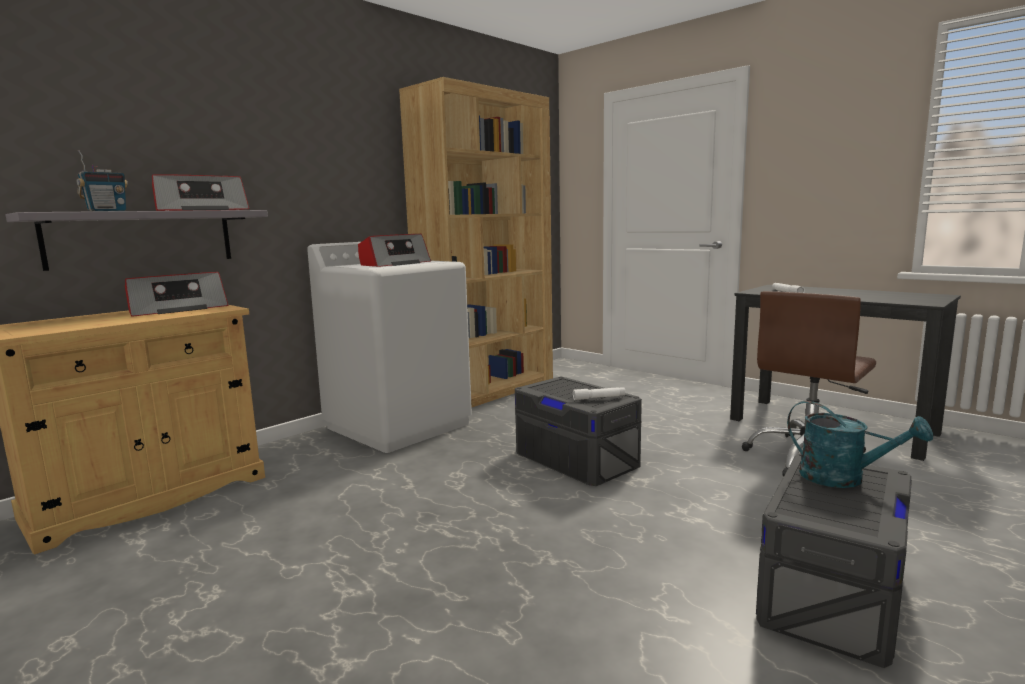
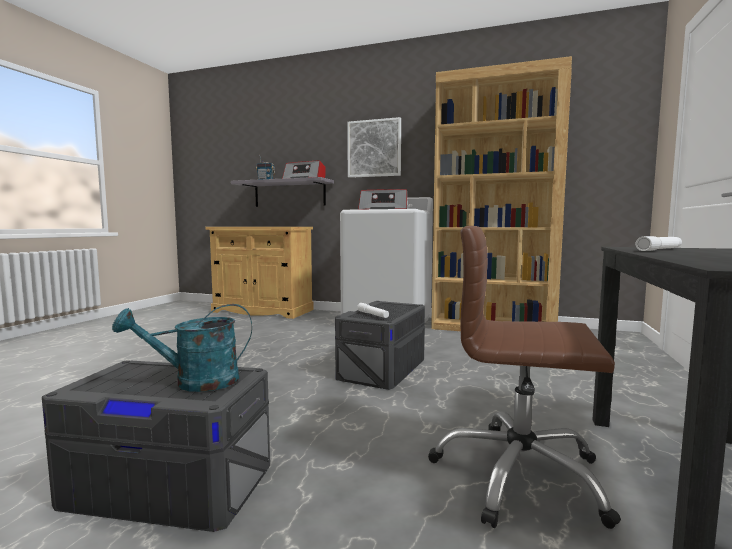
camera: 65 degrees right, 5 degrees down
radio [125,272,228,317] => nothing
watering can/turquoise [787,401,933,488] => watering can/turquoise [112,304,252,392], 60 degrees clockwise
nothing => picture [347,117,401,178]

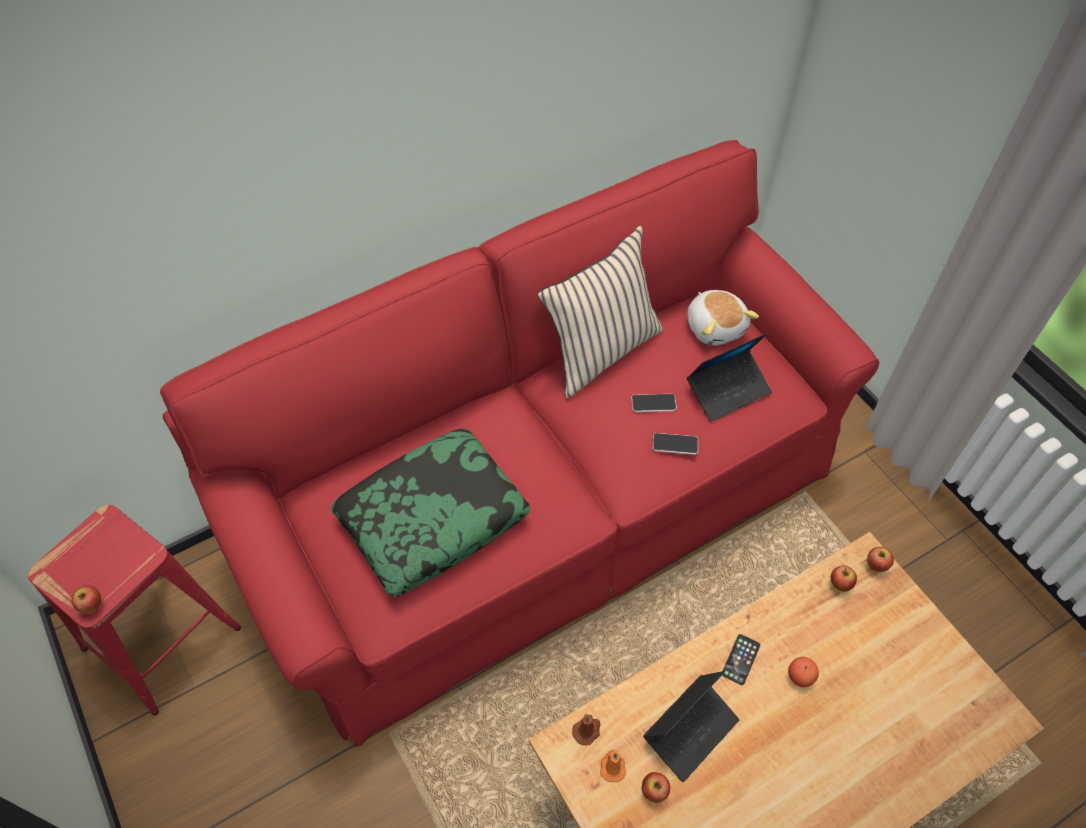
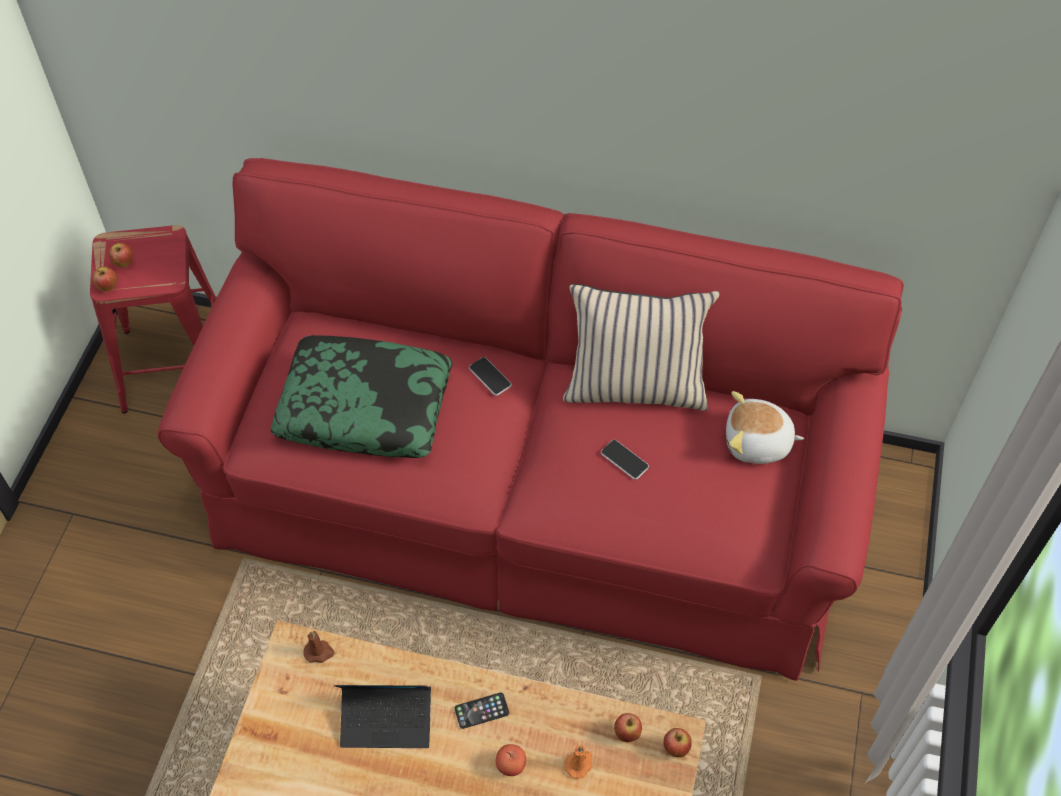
camera: 45 degrees right, 0 degrees up
plush toy [687,290,759,345] => plush toy [726,391,804,464], 75 degrees clockwise
laptop [687,333,772,422] => nothing
phone [653,433,698,455] => phone [469,357,511,396], moved
candle/orange [600,750,626,782] => candle/orange [564,745,593,779], moved
apple [642,772,670,803] => apple [109,243,133,268], moved

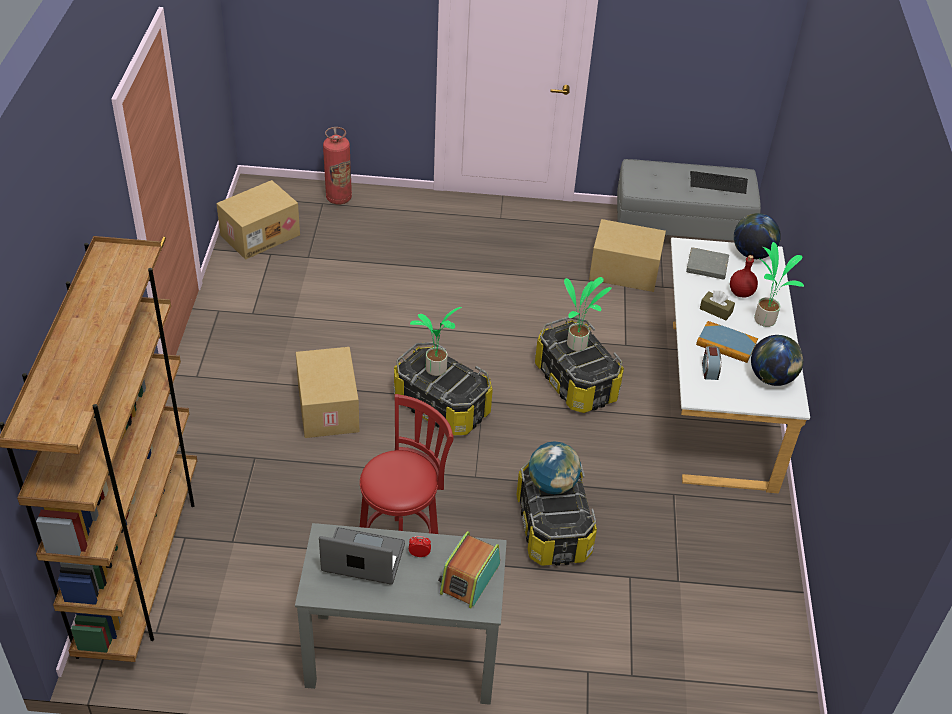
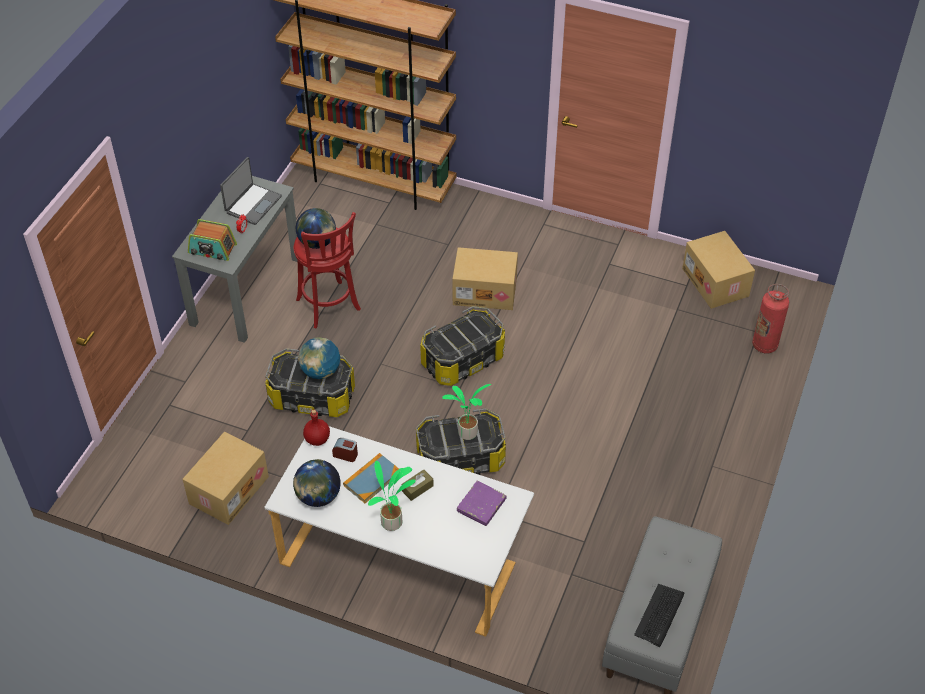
camera: 110 degrees right, 5 degrees up
globe [734,213,781,259] => globe [296,208,336,249], moved
cardboard box [589,219,666,292] => cardboard box [182,432,269,525], moved
book/grey [686,247,729,279] => book/purple [457,481,506,526]
bottle/red [730,255,758,298] => bottle/red [303,410,330,446], moved
potted plant [410,307,462,376] => nothing
radio [438,531,500,608] => radio [188,219,237,261], 150 degrees clockwise

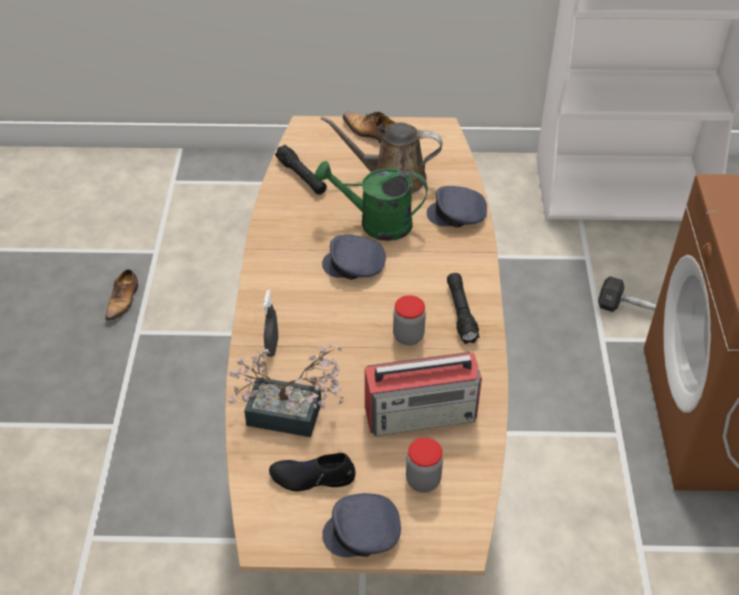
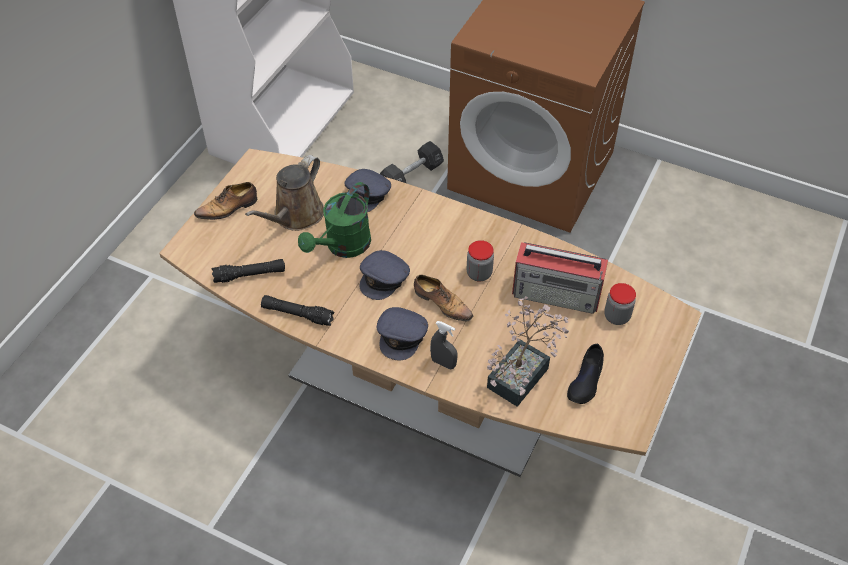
camera: 65 degrees left, 5 degrees up
shoe [105,269,138,321] => shoe [414,275,473,321], moved
flashlight/black [447,273,479,344] => flashlight/black [261,295,334,326], moved
radio [365,352,482,436] => radio [512,242,608,314], 90 degrees clockwise
cap/grey [322,493,401,557] => cap/grey [376,307,428,361], moved

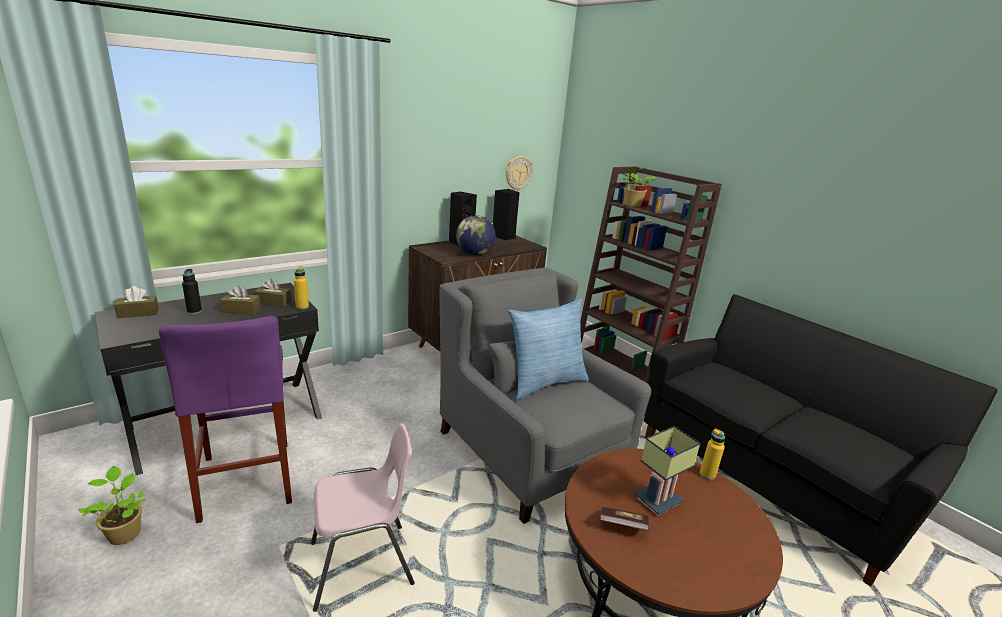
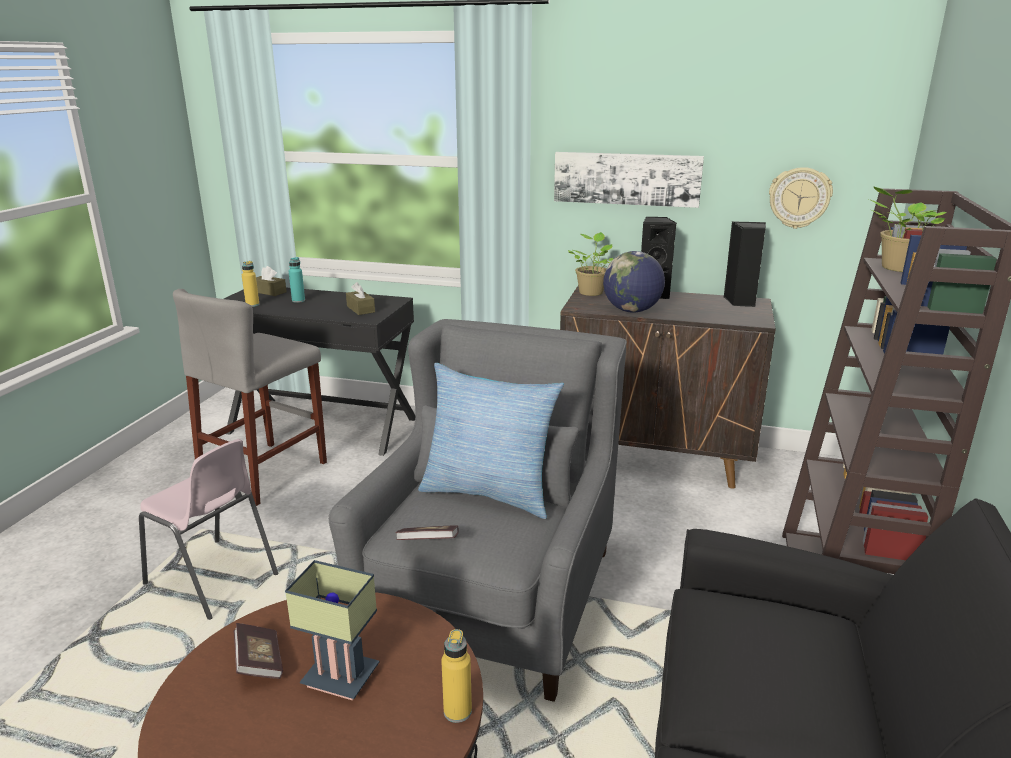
camera: 55 degrees right, 0 degrees up
bottle/yellow [294,267,309,310] => bottle/yellow [242,261,260,307], moved
bottle/black [182,269,202,314] => bottle/turquoise [289,257,305,303]
tissue box/brown [220,286,261,314] => nothing
stool/purple [159,316,292,523] => stool/grey [173,289,327,506]
potted plant [78,466,146,545] => potted plant [568,232,613,296], moved
nothing => picture [554,152,704,208]
nothing => book [395,526,459,540]

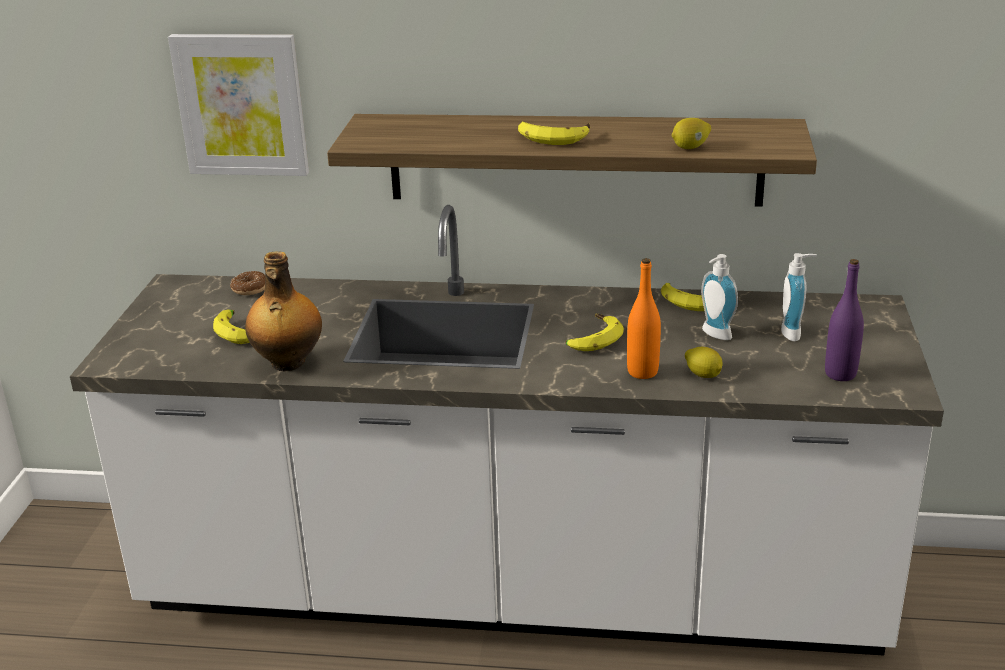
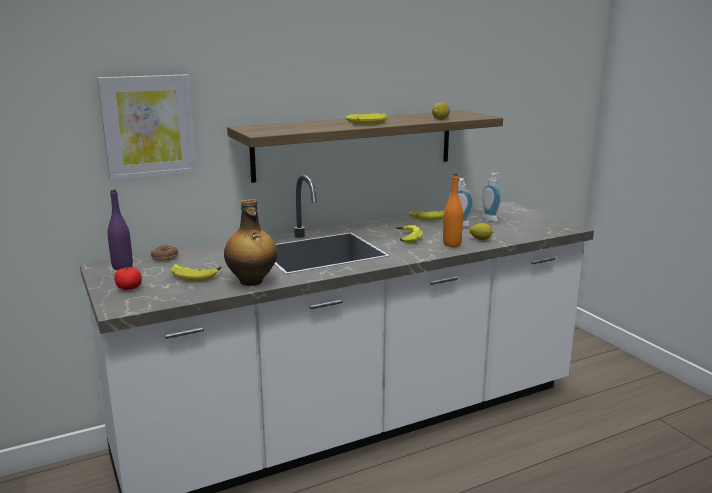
camera: 35 degrees left, 10 degrees down
bottle/purple [825,259,864,381] => bottle/purple [108,189,133,270], moved
nothing => tomato [114,267,142,290]

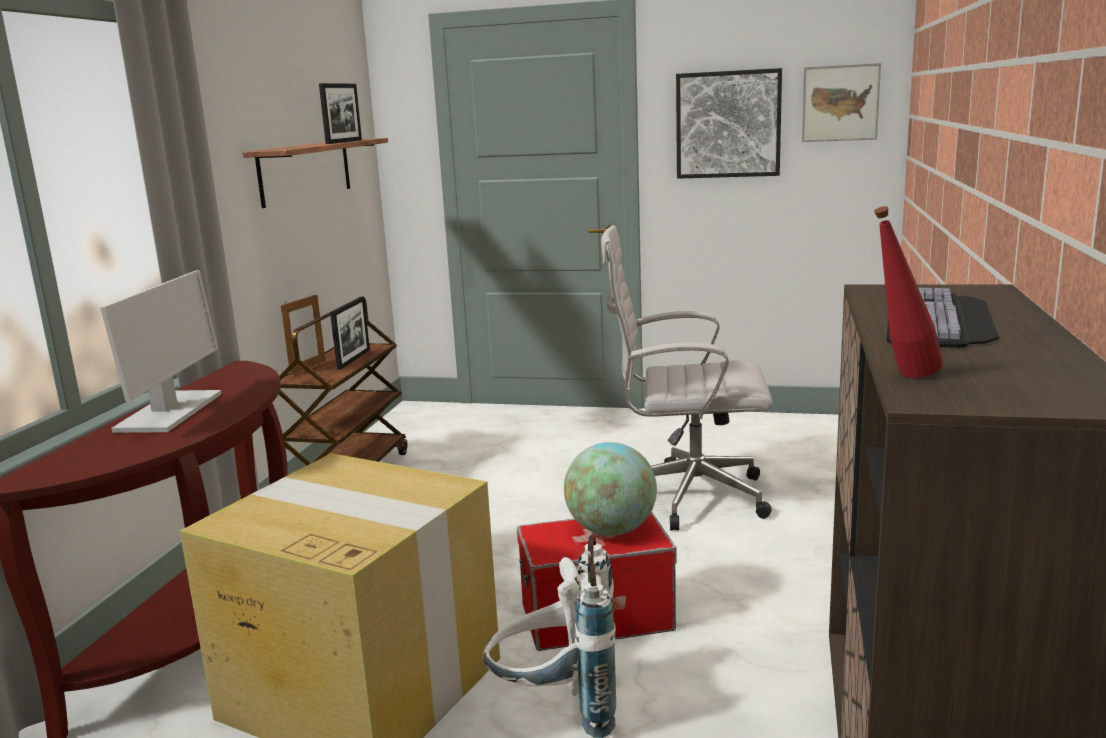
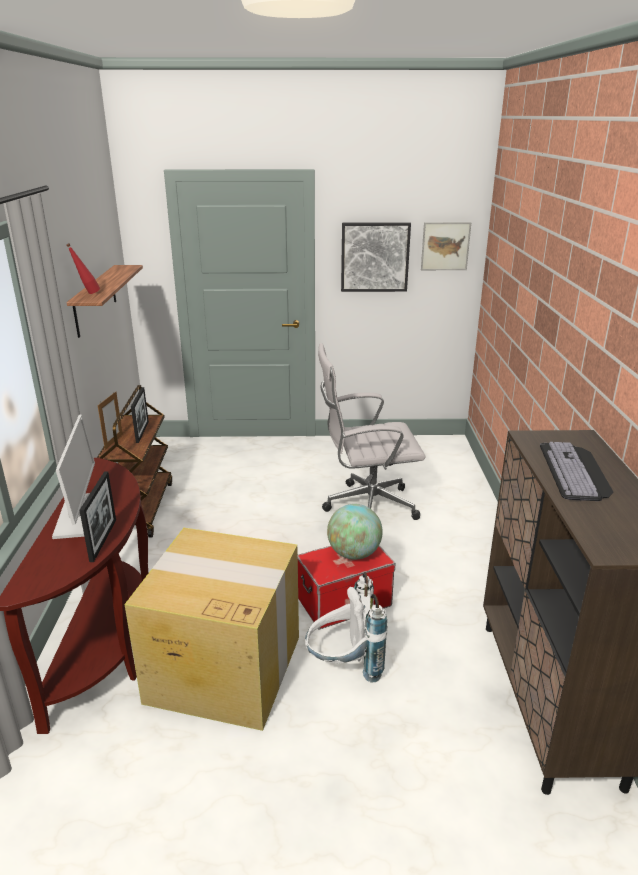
camera: 15 degrees left, 10 degrees up
picture frame [319,83,362,144] => picture frame [79,472,116,562], moved
bottle/red [874,206,943,378] => bottle/red [66,243,100,294], moved

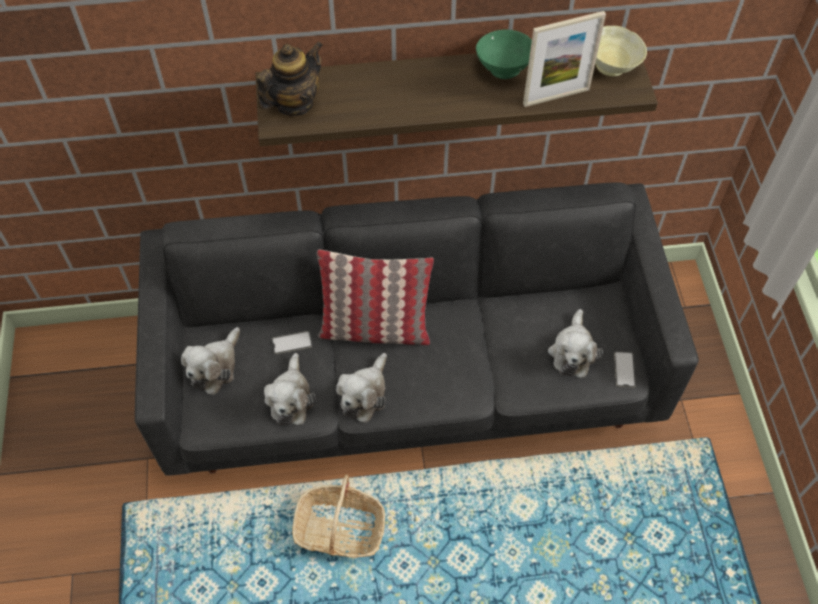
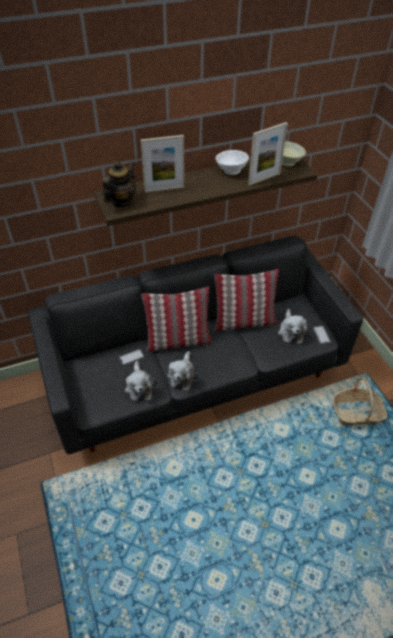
camera: 15 degrees left, 10 degrees down
bowl/green [476,30,532,79] => bowl/white [216,150,249,175]
plush toy [181,327,240,395] => nothing
basket [292,474,385,558] => basket [332,377,387,425], moved
nothing => picture frame [141,135,184,193]
nothing => pillow [214,269,279,331]

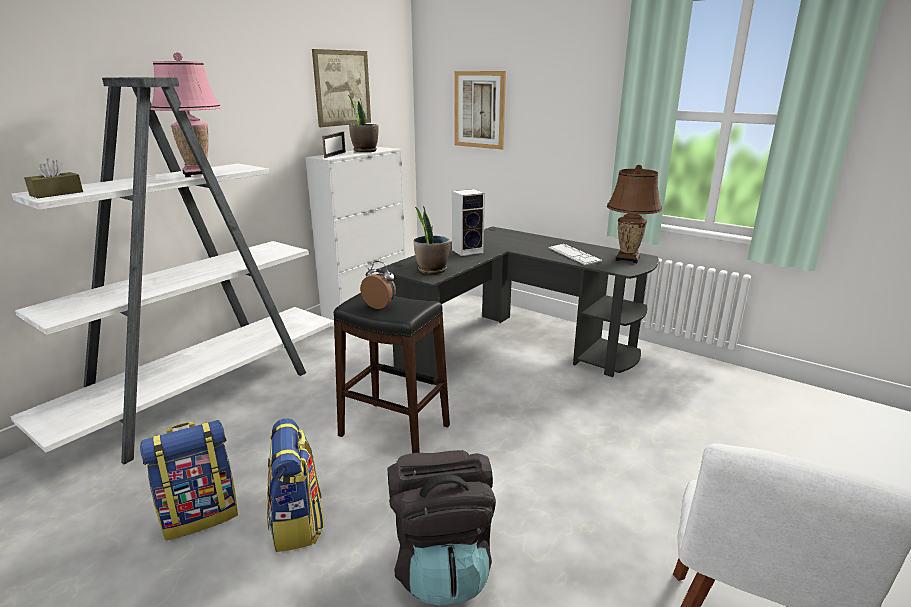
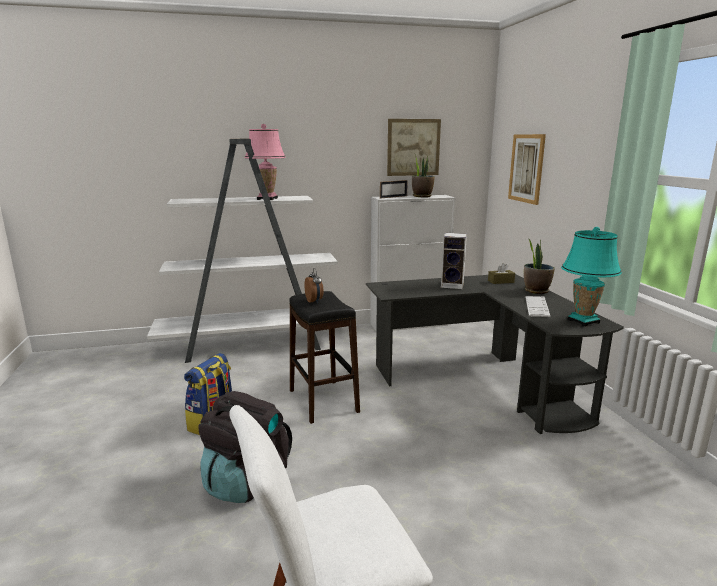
camera: 40 degrees right, 5 degrees down
tissue box/brown [24,158,83,198] => tissue box/brown [488,263,515,284], moved
table lamp/brown [607,164,662,263] => table lamp/turquoise [561,227,622,327]
potted plant [414,206,450,274] => potted plant [524,238,555,294], moved
backpack [140,420,238,540] => nothing

